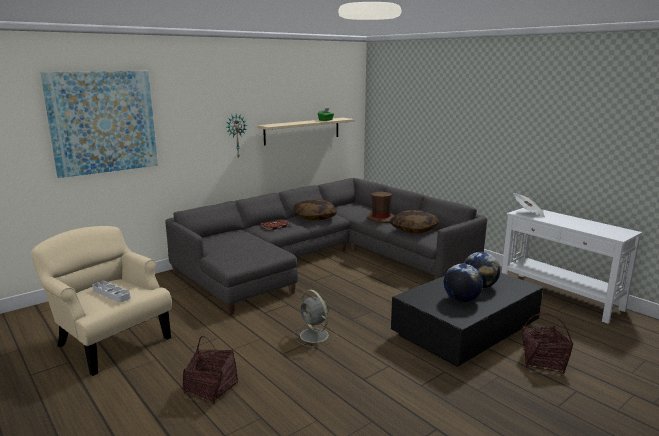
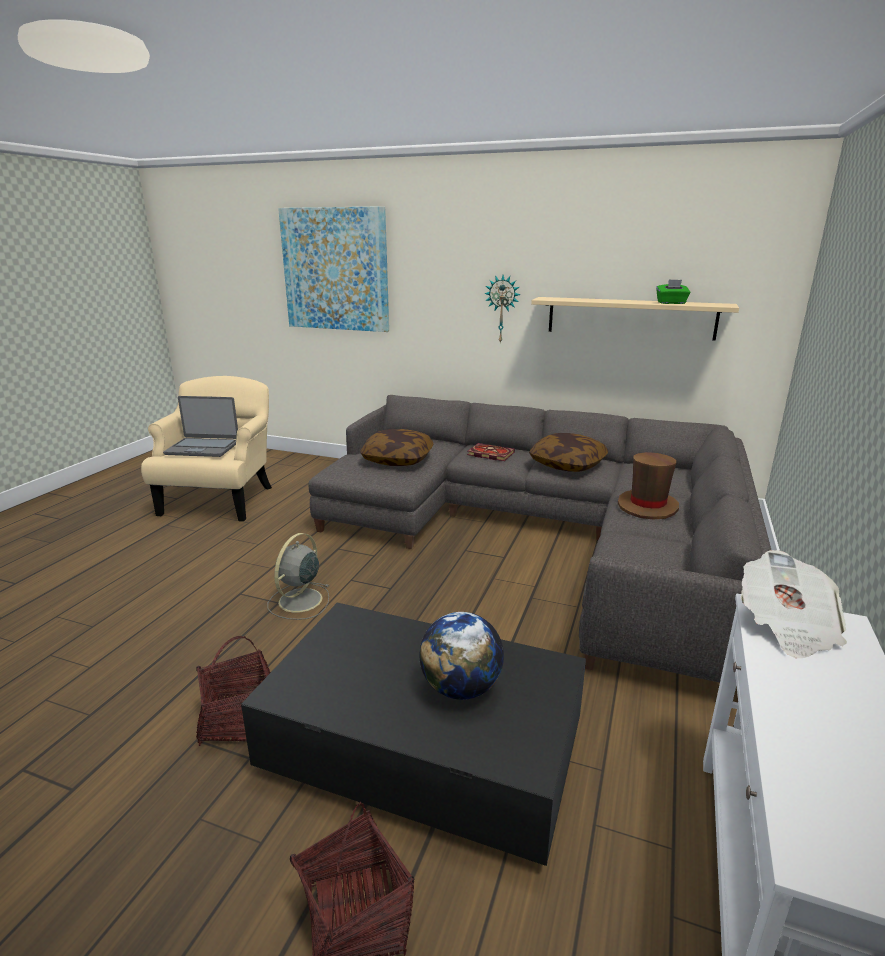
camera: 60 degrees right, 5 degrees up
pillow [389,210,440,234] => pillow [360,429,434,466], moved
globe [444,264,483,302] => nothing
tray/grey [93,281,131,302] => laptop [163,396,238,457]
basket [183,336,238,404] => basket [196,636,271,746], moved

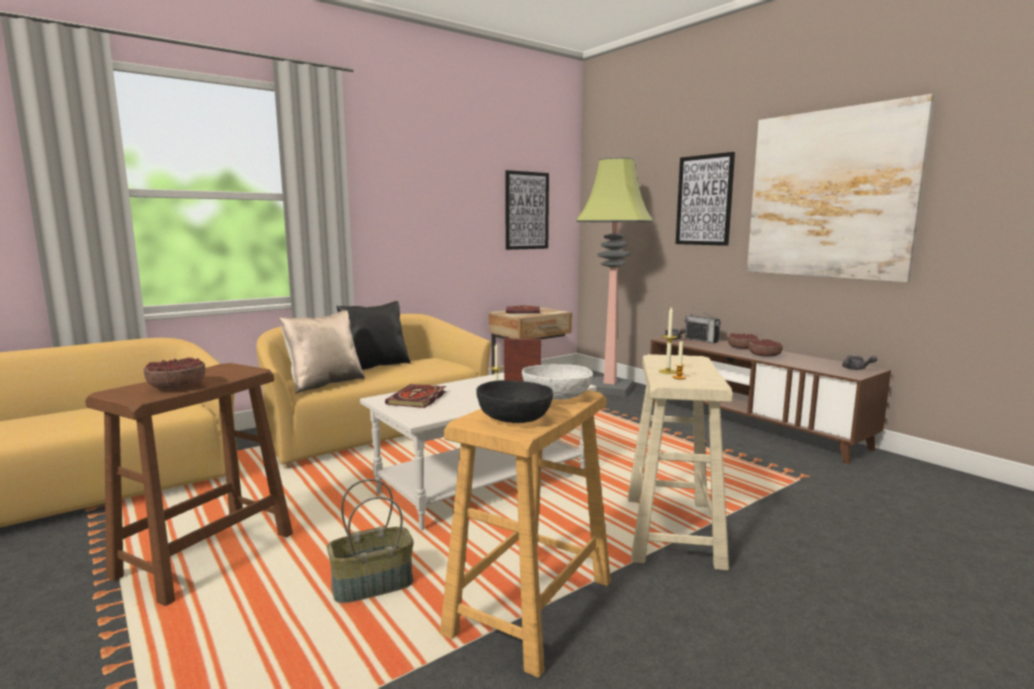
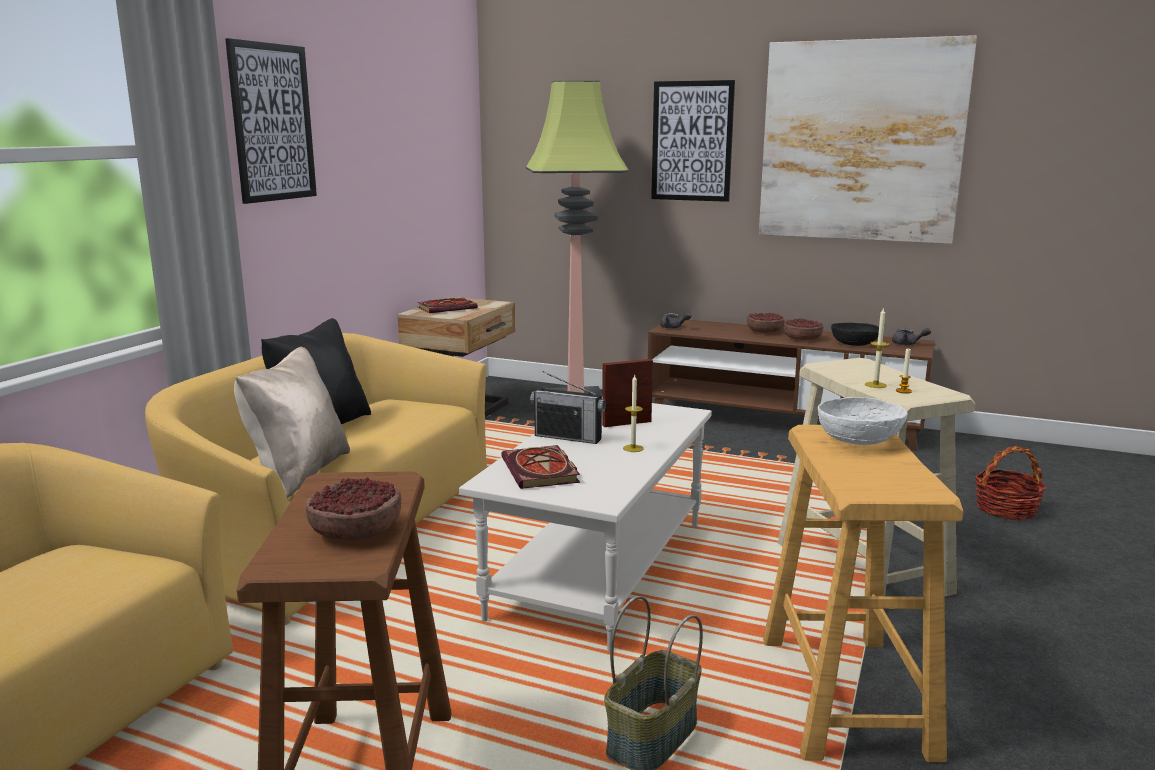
camera: 30 degrees left, 5 degrees up
picture [505,170,549,250] => picture [225,38,317,204], moved
radio [684,306,721,343] => radio [530,371,606,444], moved
bowl/black [476,380,553,423] => bowl/black [831,323,879,346], moved
nothing => basket [975,446,1046,520]

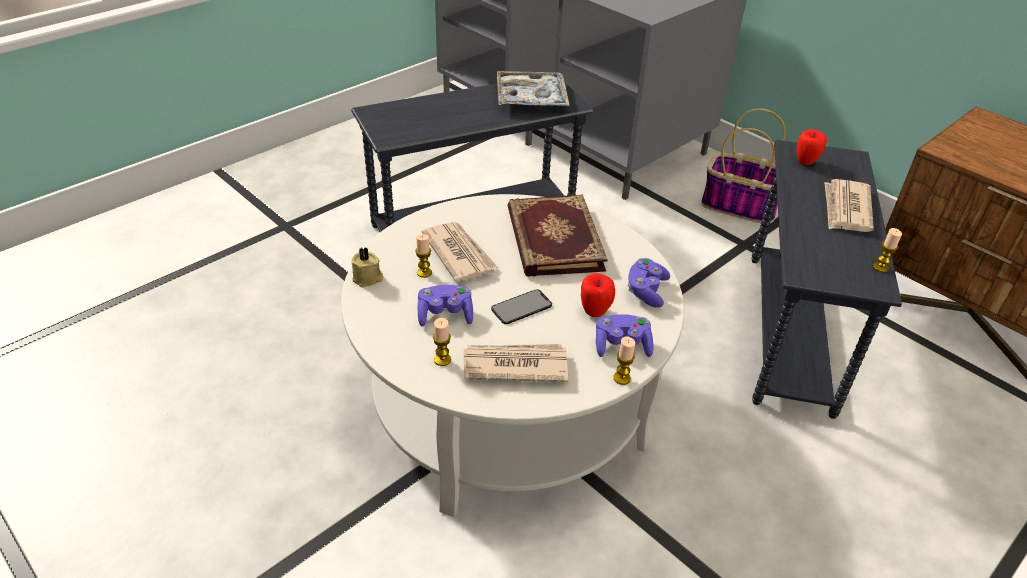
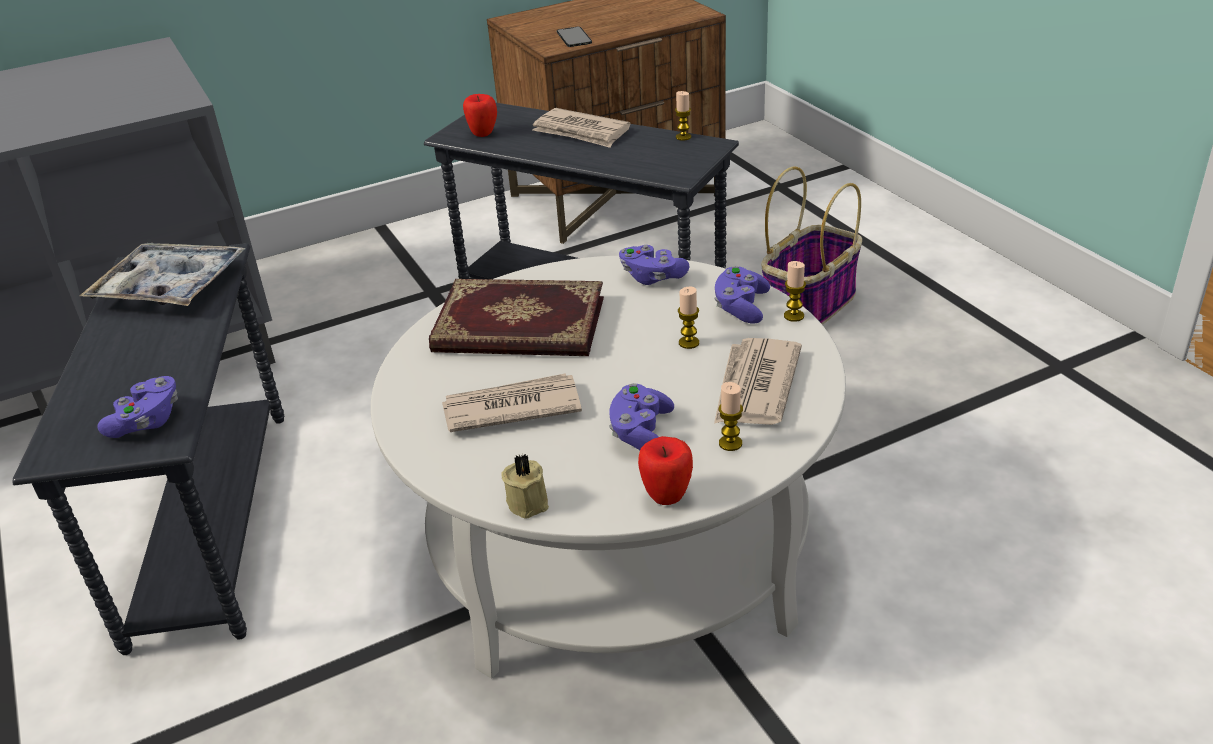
camera: 70 degrees left, 5 degrees down
basket [701,108,786,223] => basket [761,166,862,325], moved
candle [415,234,432,278] => candle [678,286,699,349], moved
apple [581,273,615,317] => apple [638,436,693,505], moved
phone [491,289,552,324] => phone [557,27,592,47], moved
nothing => game controller/purple [98,376,178,438]

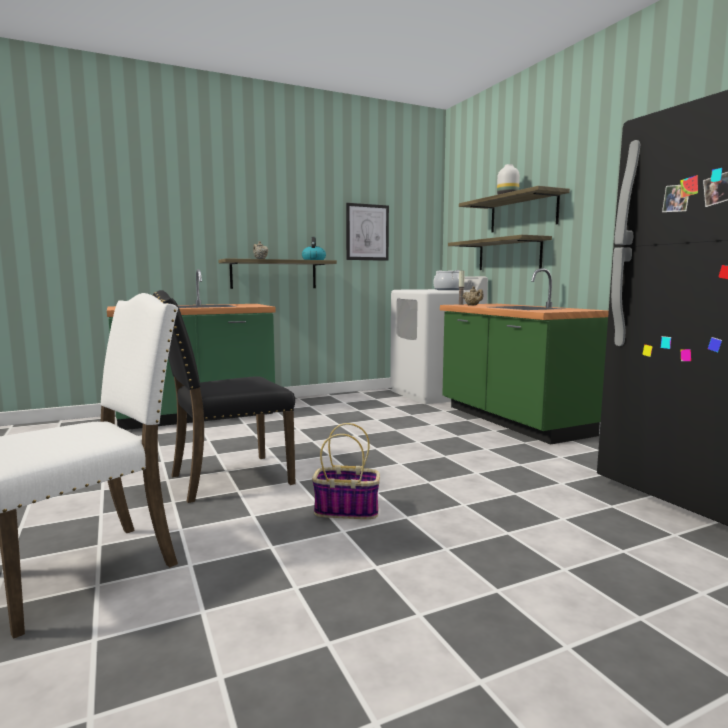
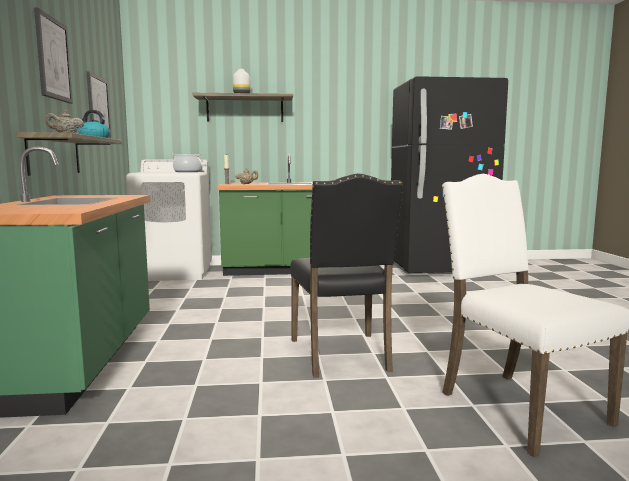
camera: 70 degrees left, 0 degrees up
shelf [448,235,552,270] => nothing
basket [312,423,380,519] => nothing
nothing => picture [34,7,73,104]

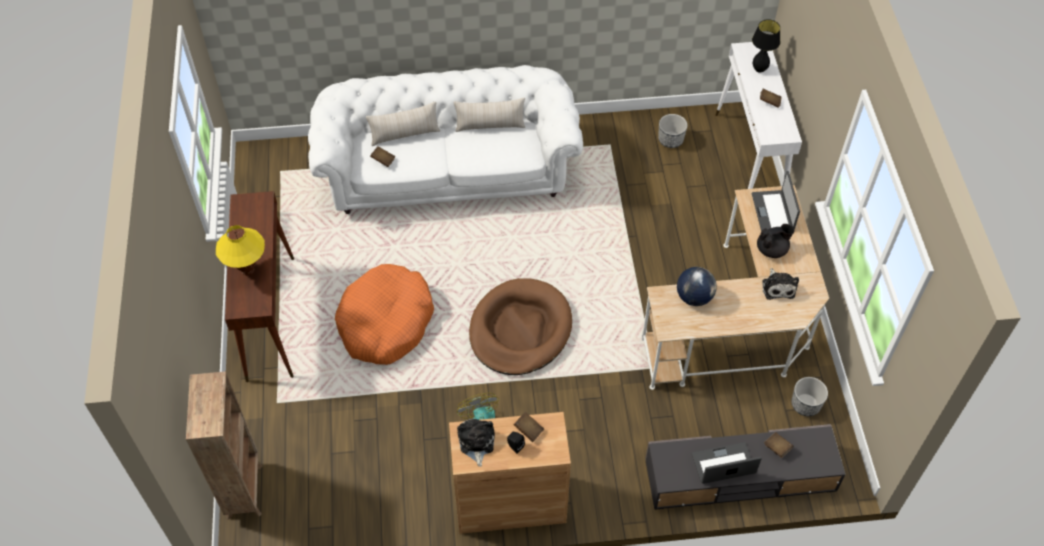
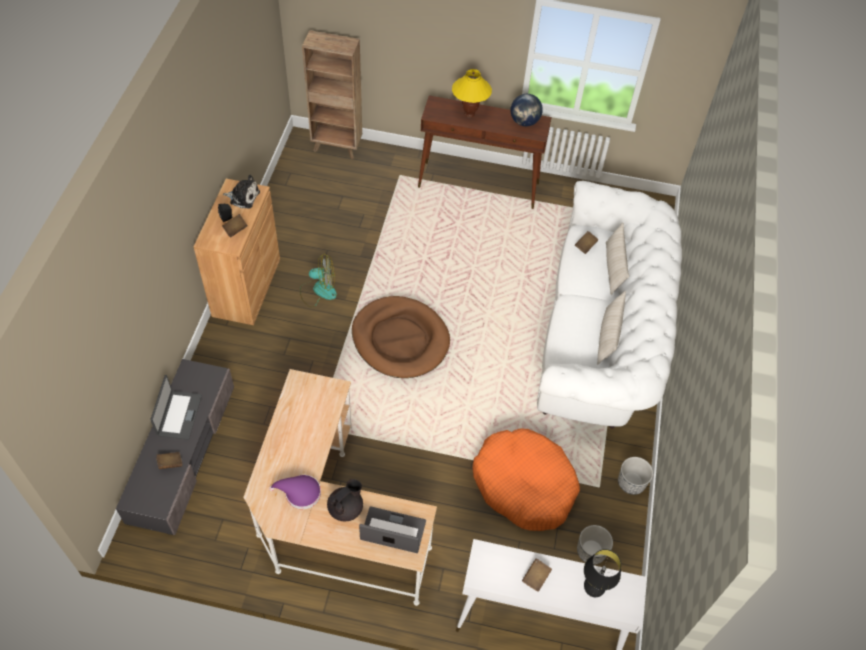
camera: 105 degrees right, 0 degrees up
teapot/black [757,224,795,258] => teapot/black [327,479,363,521], 135 degrees counterclockwise
dog bed/orange [335,264,434,365] => dog bed/orange [473,428,580,531], moved
globe [677,267,717,306] => globe [511,94,543,126], moved
plush toy [762,268,799,300] => hat/purple [269,475,321,509]
planter [791,377,828,416] => planter [618,457,653,495], moved

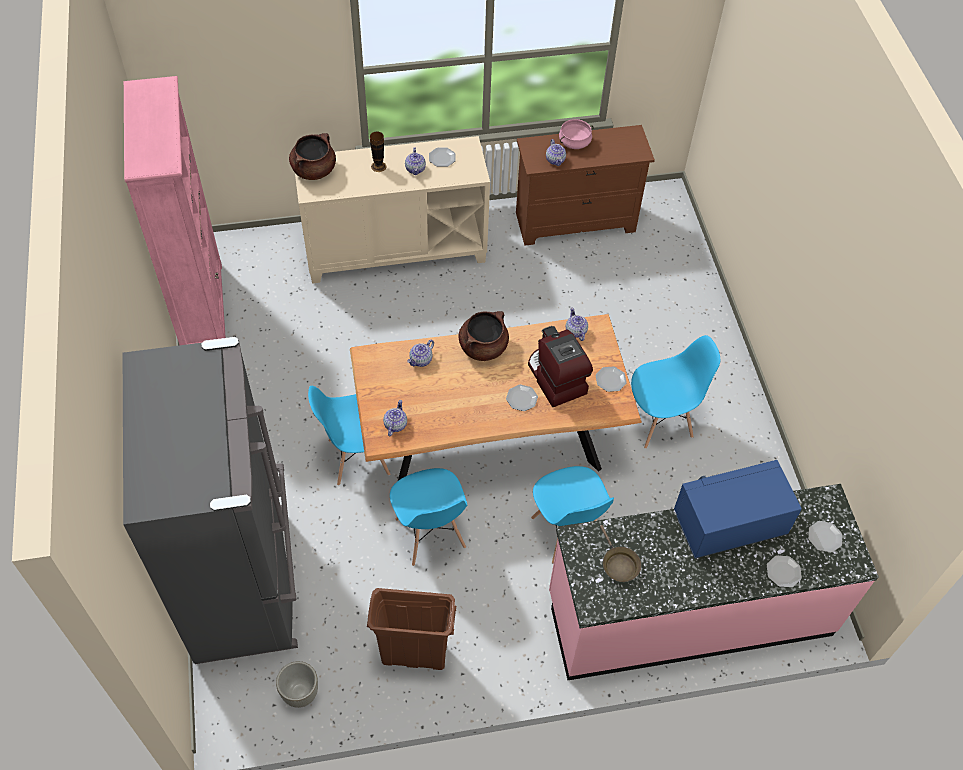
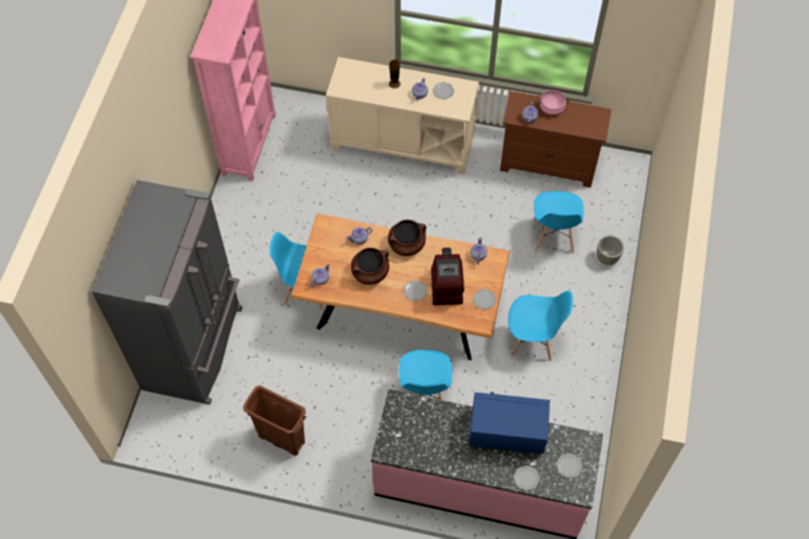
camera: 25 degrees right, 5 degrees up
cooking pot/brown [289,133,336,180] => cooking pot/brown [351,248,389,285], moved
chair/blue [390,468,467,566] => chair/blue [534,191,584,253], moved
frying pan/brown [600,525,641,582] => nothing
planter/grey [276,661,318,708] => planter/grey [597,235,624,265], moved

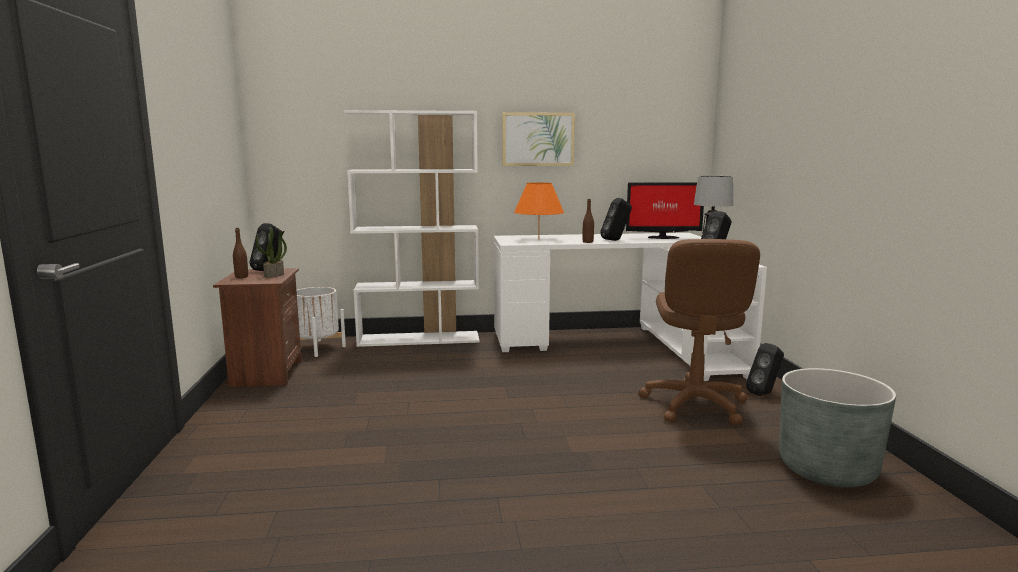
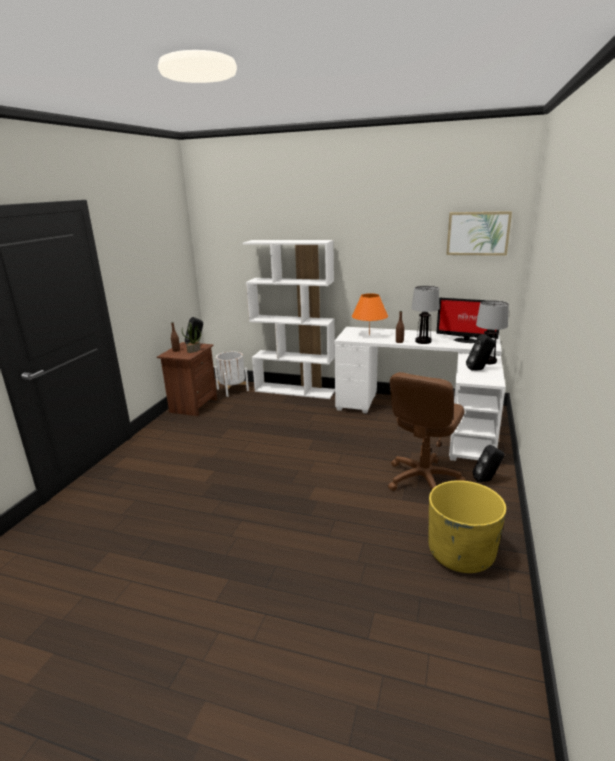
camera: 25 degrees right, 10 degrees up
picture [502,112,575,166] => picture [446,211,512,256], moved
speaker/black [600,198,632,241] => table lamp [412,286,439,344]
planter/grey [779,368,896,487] => planter/yellow [429,480,506,573]

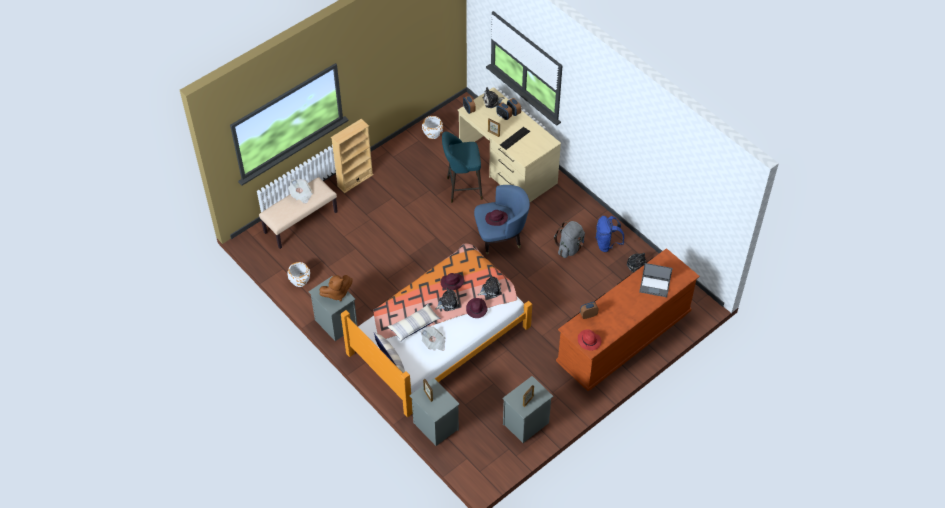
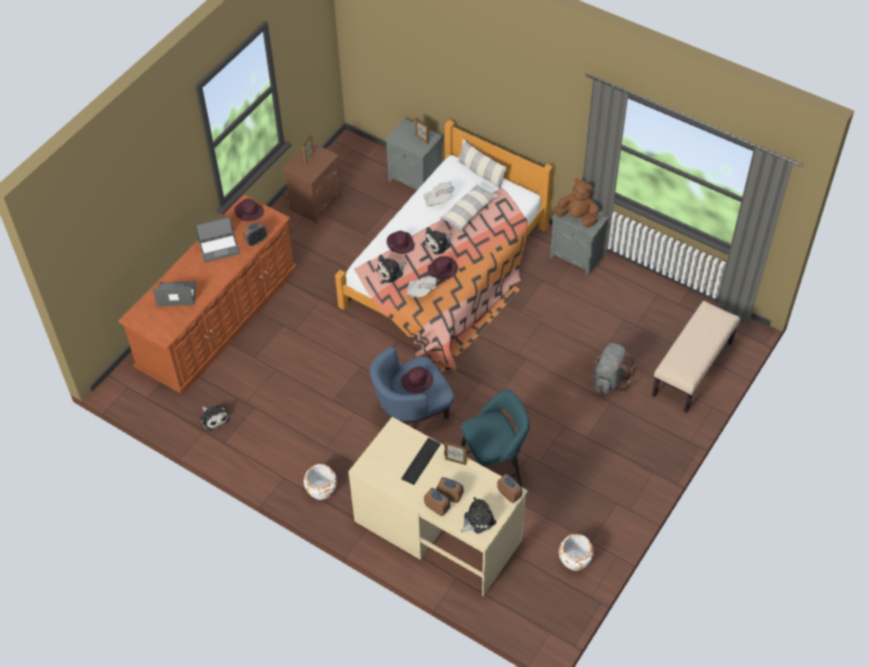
camera: 165 degrees right, 0 degrees up
bookcase/beige [331,119,374,193] => nothing
newspaper [288,179,313,204] => newspaper [405,276,437,298], moved
backpack/blue [595,216,624,252] => nothing
backpack/grey [554,221,585,258] => backpack/grey [592,343,635,394], moved
planter/white [287,262,310,287] => planter/white [304,464,337,500], moved
plush toy/brown [320,275,352,301] => plush toy/brown [553,178,599,227], 60 degrees clockwise
hat/red [578,329,601,351] => hat/purple [234,199,264,221]
nightstand/grey [503,376,553,443] => nightstand/brown [282,143,341,224]
nothing => laptop [195,216,240,263]

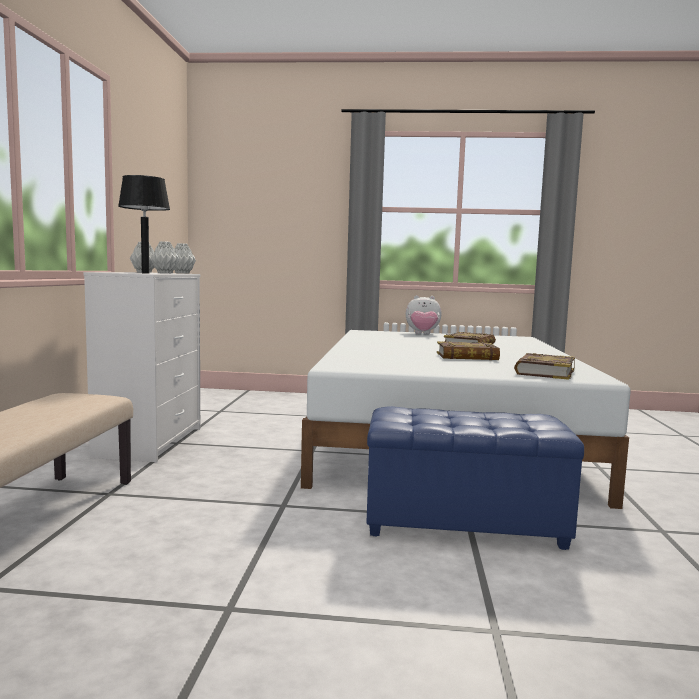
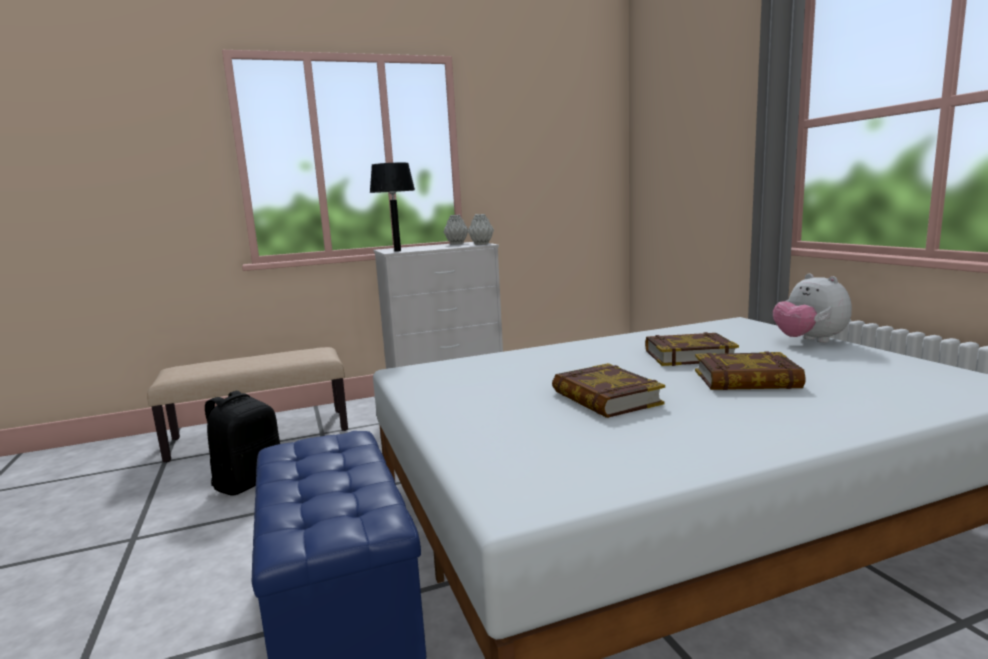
camera: 65 degrees right, 5 degrees up
vase/grey [150,241,179,273] => nothing
book [514,353,575,380] => book [645,332,739,366], moved
nothing => backpack/black [205,391,280,496]

